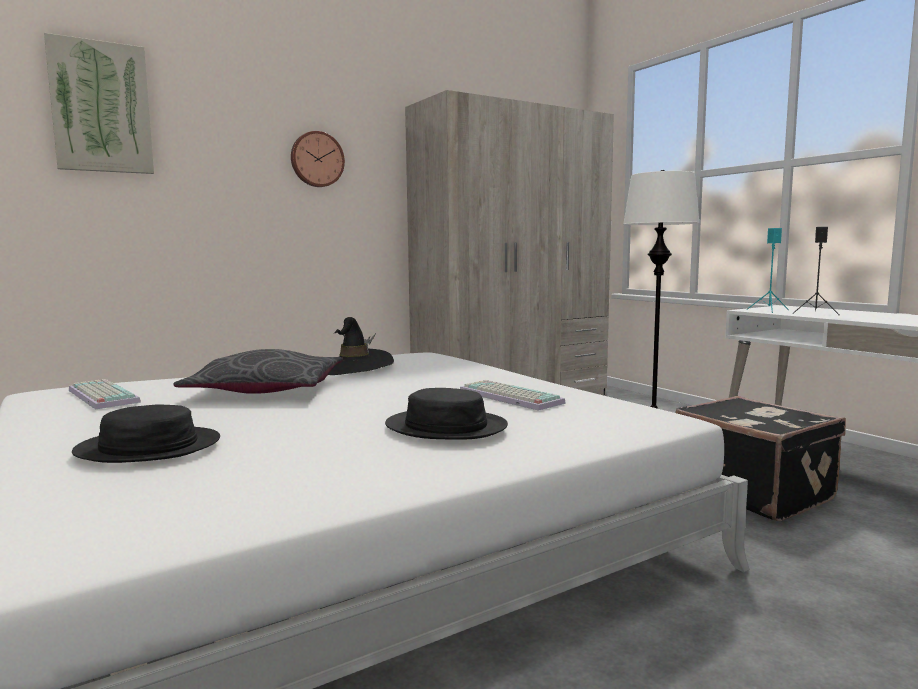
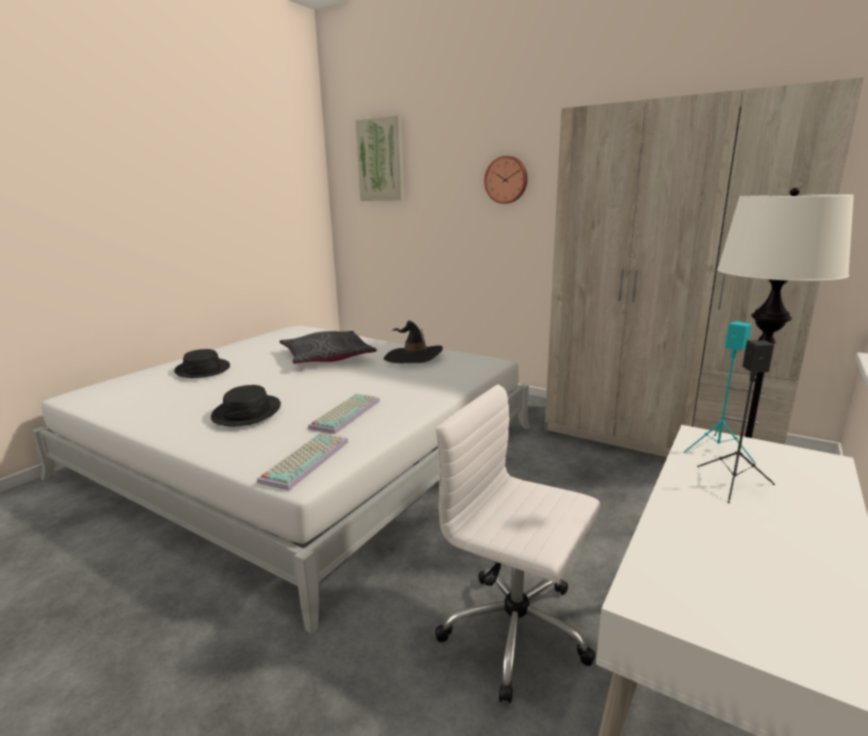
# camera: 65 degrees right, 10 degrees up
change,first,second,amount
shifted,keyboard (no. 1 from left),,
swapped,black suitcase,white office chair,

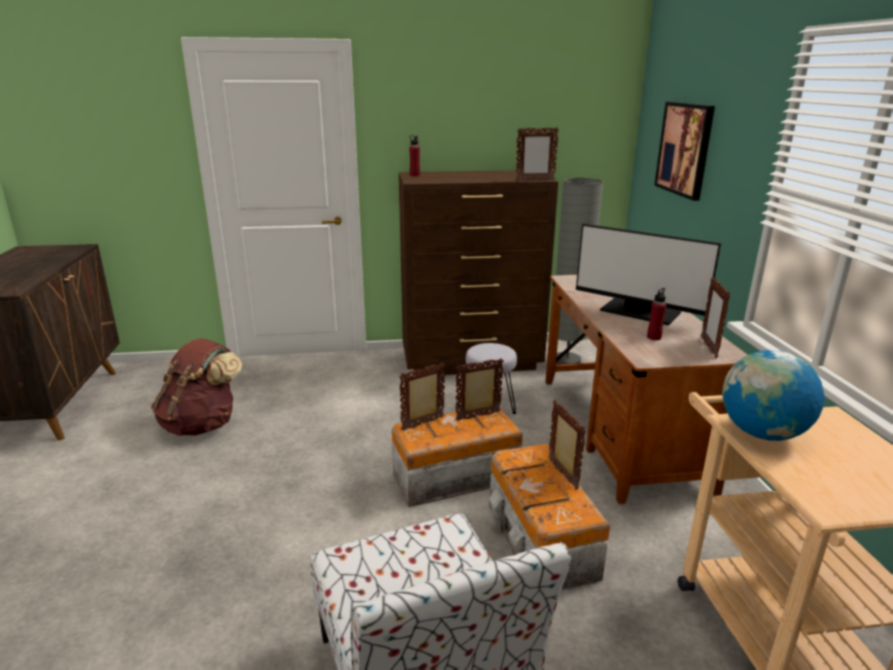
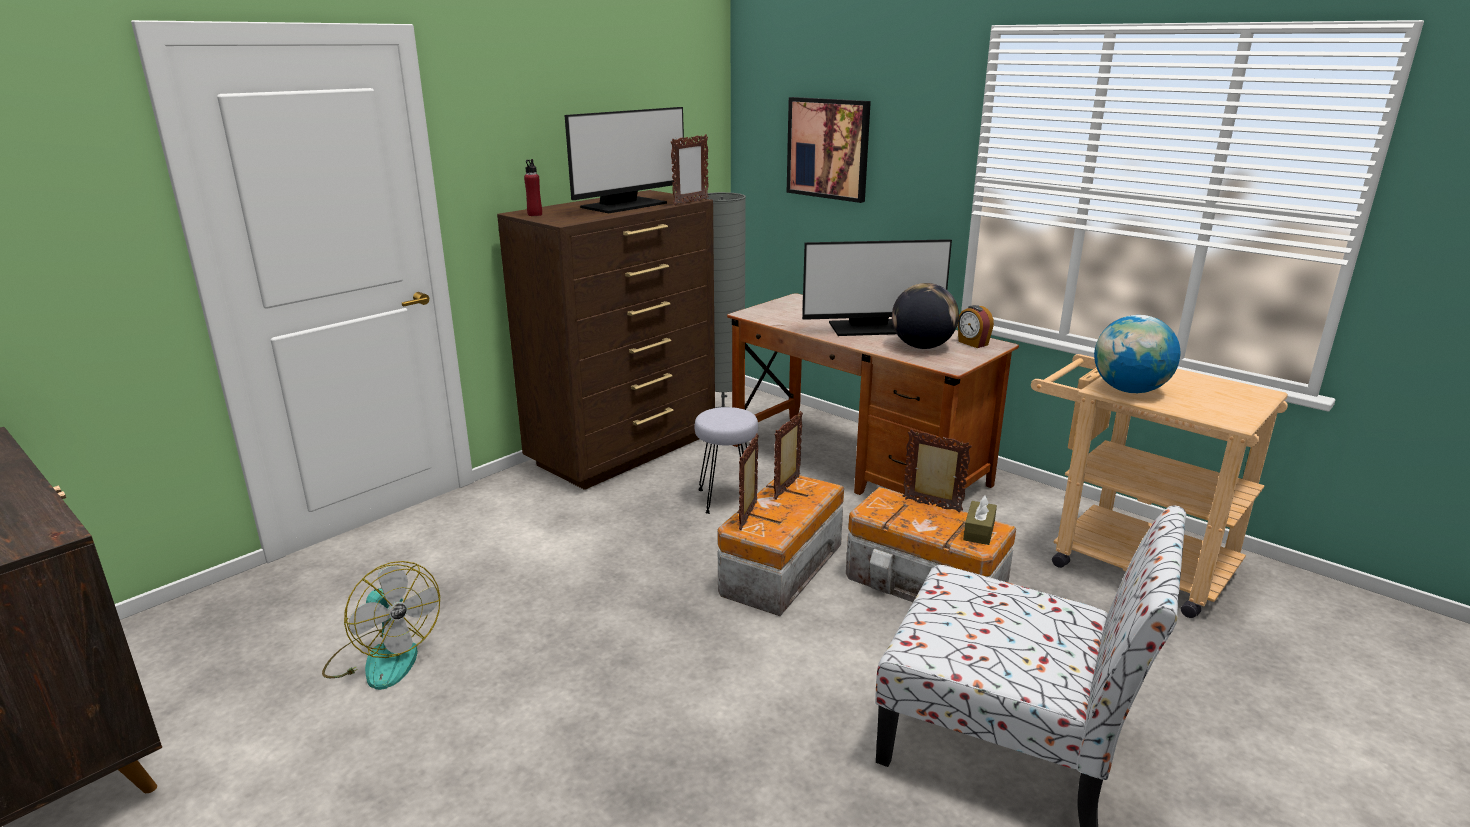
# camera: 40 degrees left, 0 degrees up
change,first,second,amount
new,,monitor (no. 1 from left),
new,,brown tissue box,
swapped,brown backpack,fan,
swapped,red bottle (no. 2 from left),globe (no. 1 from left),
swapped,picture frame (no. 5 from left),alarm clock,

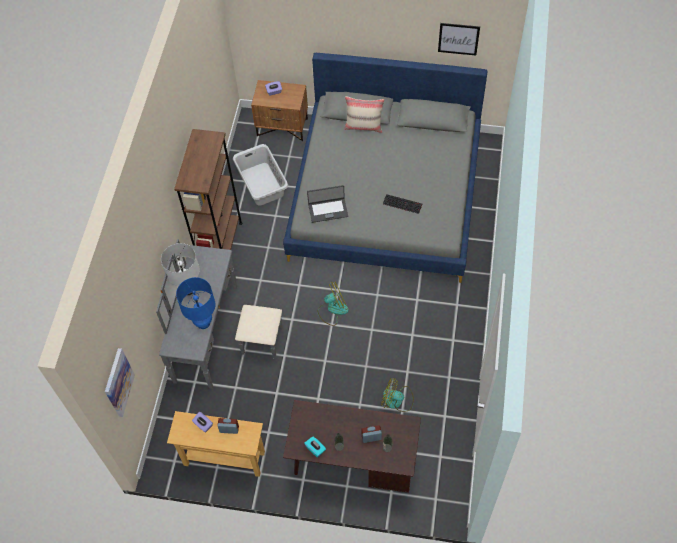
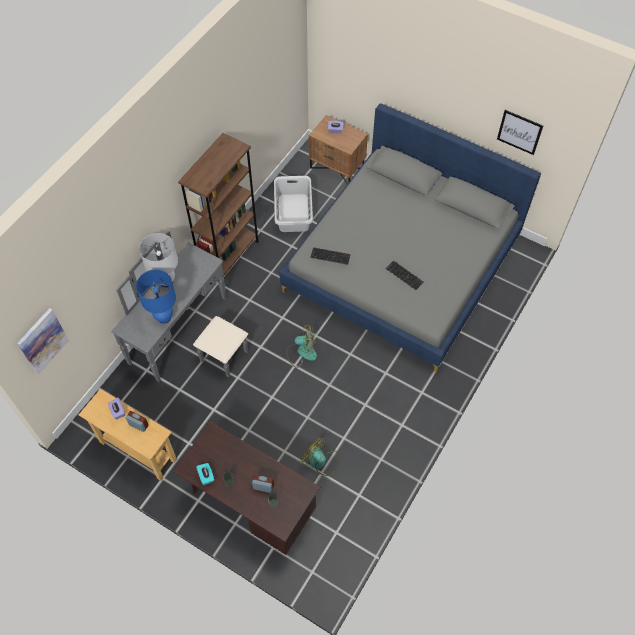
# camera: 20 degrees right, 0 degrees up
change,first,second,amount
gone,beige pillow,,
swapped,laptop,keyboard (no. 1 from left),

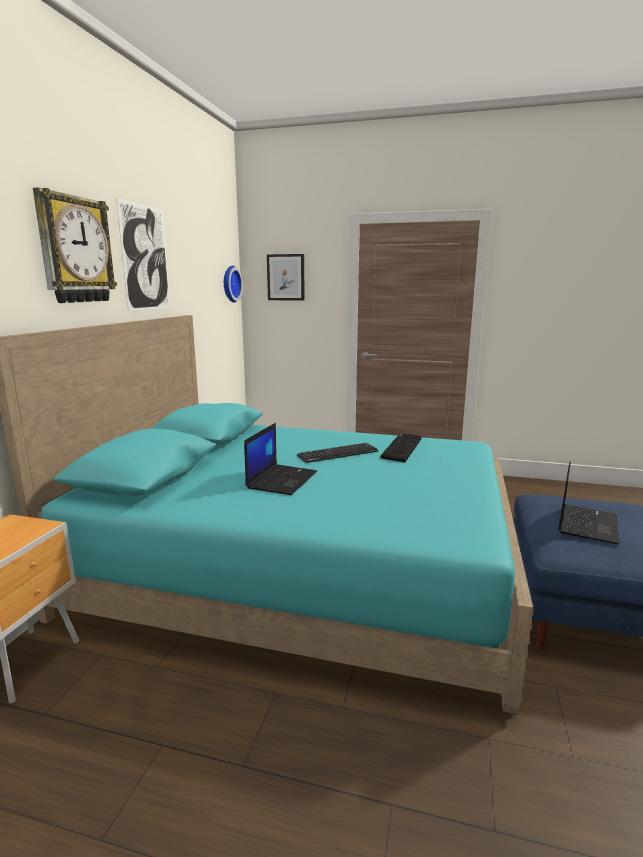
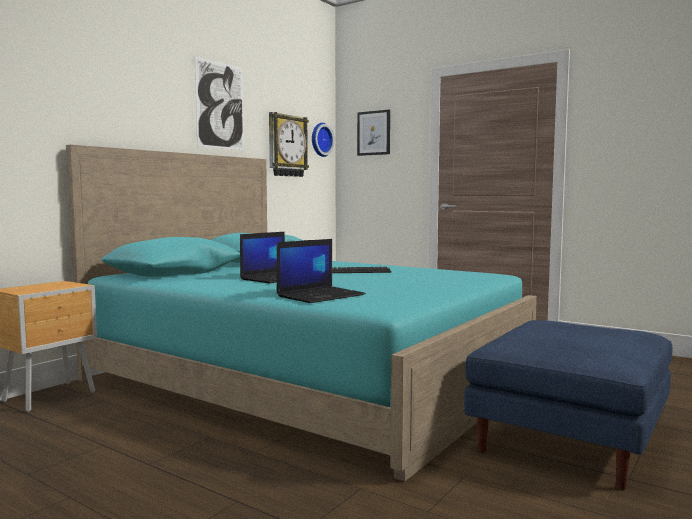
# camera: 20 degrees right, 10 degrees down
change,first,second,amount
gone,keyboard (no. 2 from left),,
shifted,wall clock (no. 1 from left),,
shifted,laptop (no. 2 from left),,

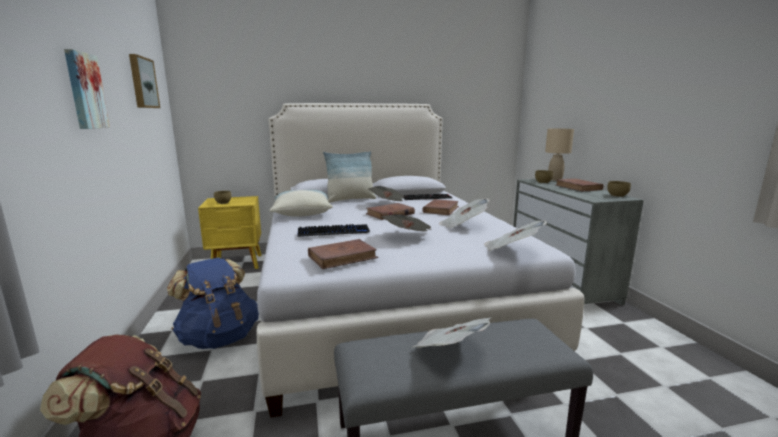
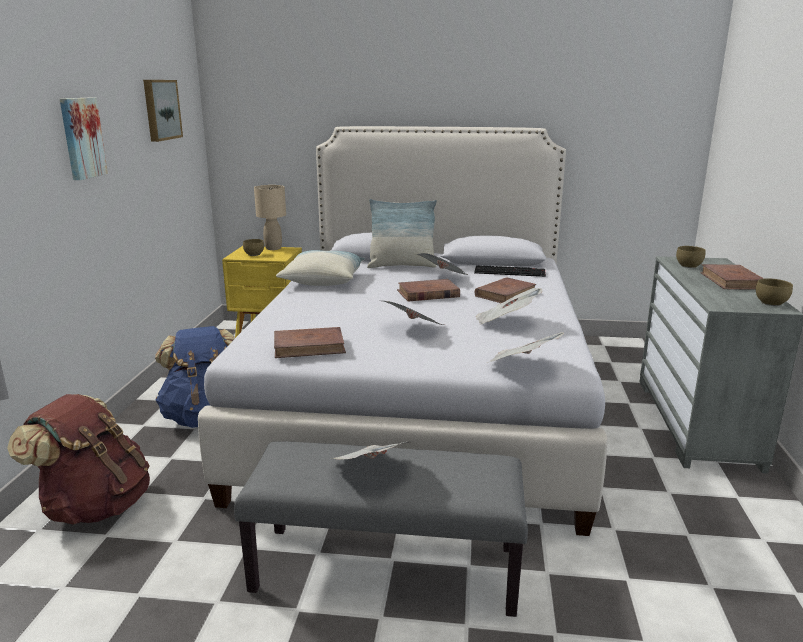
# camera: 20 degrees right, 5 degrees up
change,first,second,amount
gone,keyboard (no. 1 from left),,
shifted,beige table lamp,,

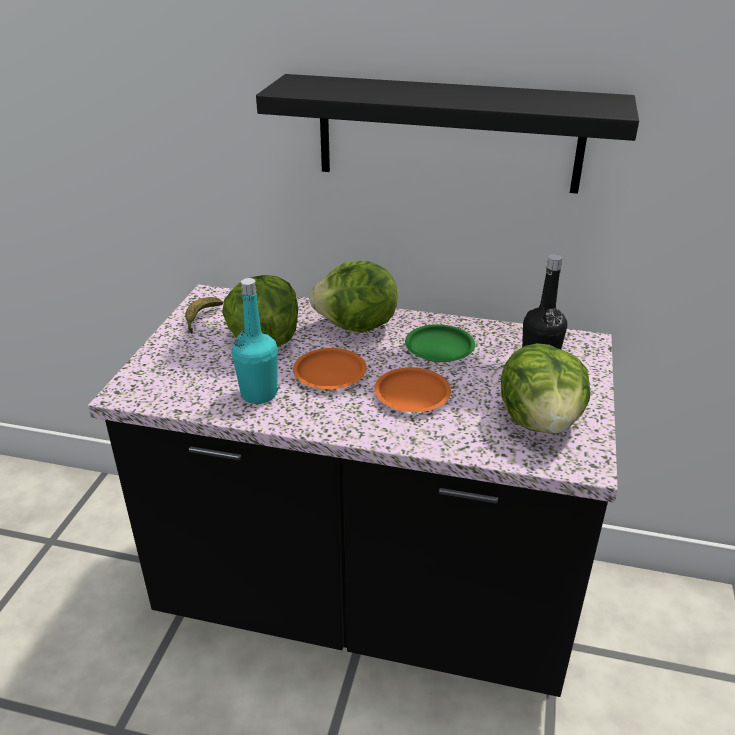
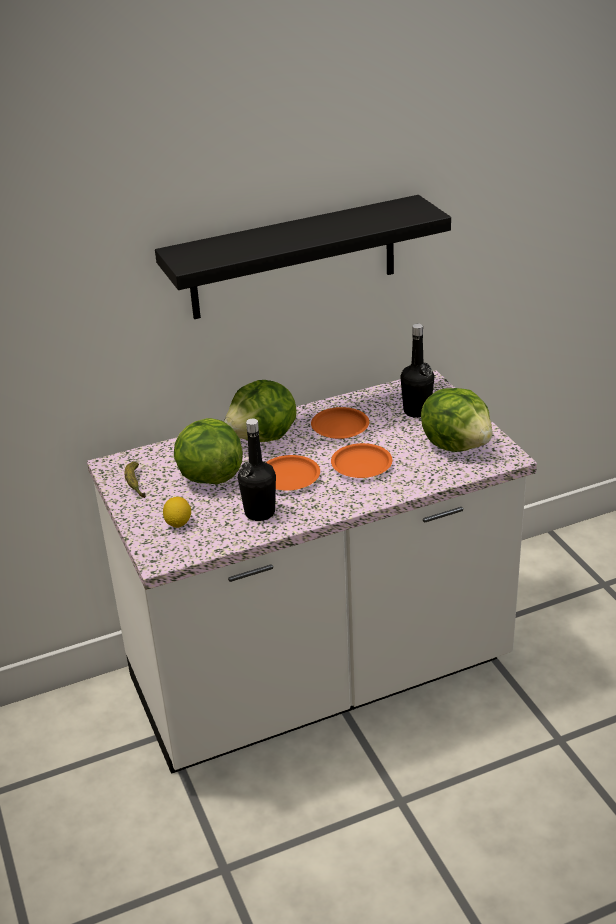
# camera: 35 degrees left, 0 degrees up
change,first,second,amount
new,,lemon,
repainted,black counter,white counter,
repainted,turquoise bottle,black bottle (no. 1 from left),
repainted,green plate,orange plate (no. 2 from left),

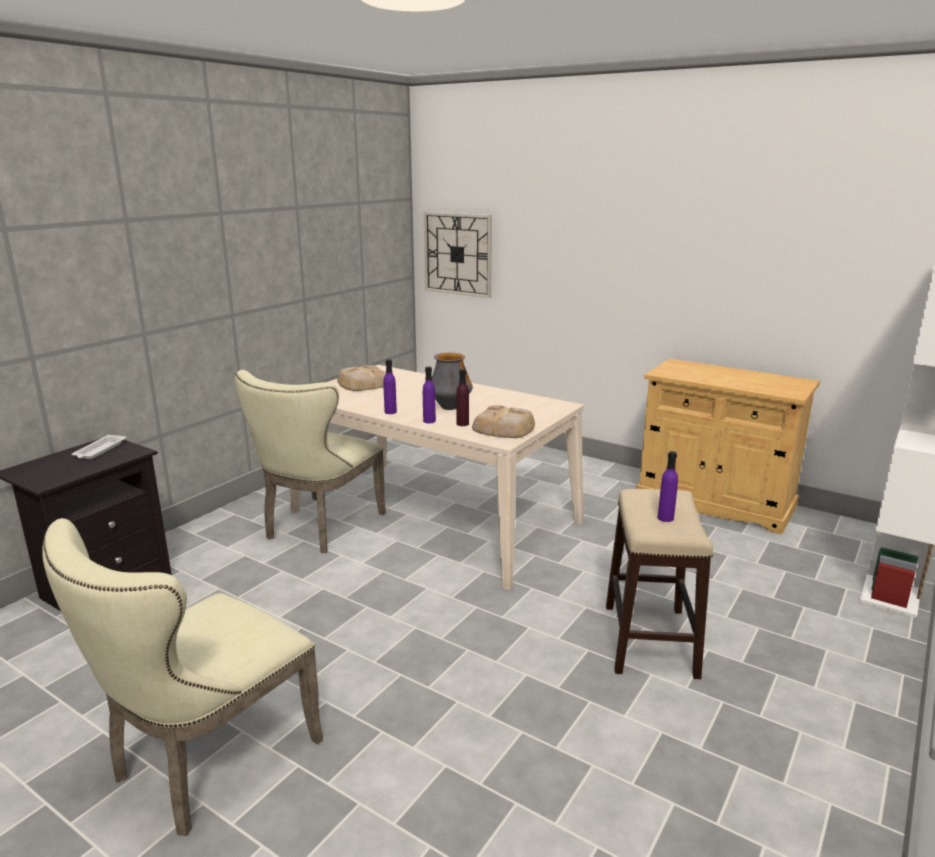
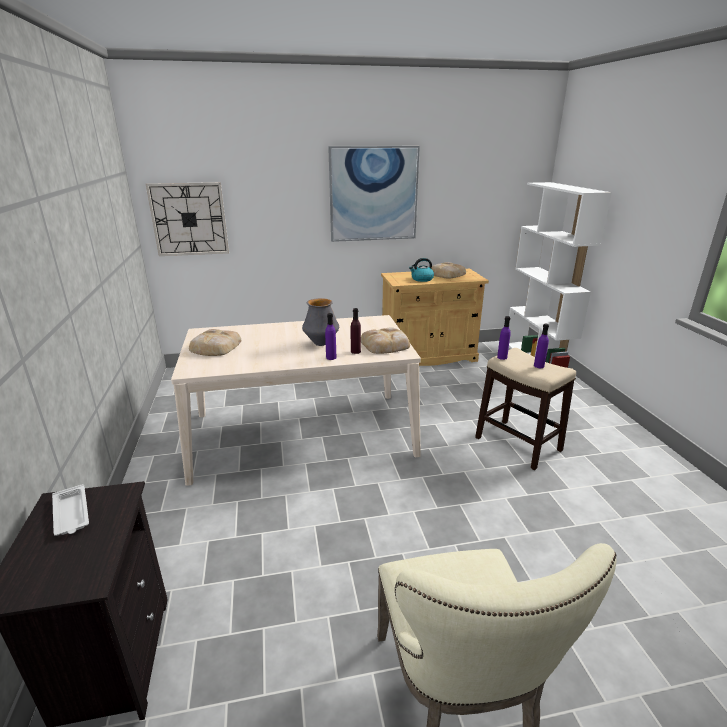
# camera: 45 degrees left, 5 degrees up
change,first,second,amount
gone,beige chair (no. 2 from left),,
new,,picture,
new,,kettle,
new,,bread (no. 3 from left),
shifted,purple bottle (no. 1 from left in the first image),purple bottle (no. 3 from left),

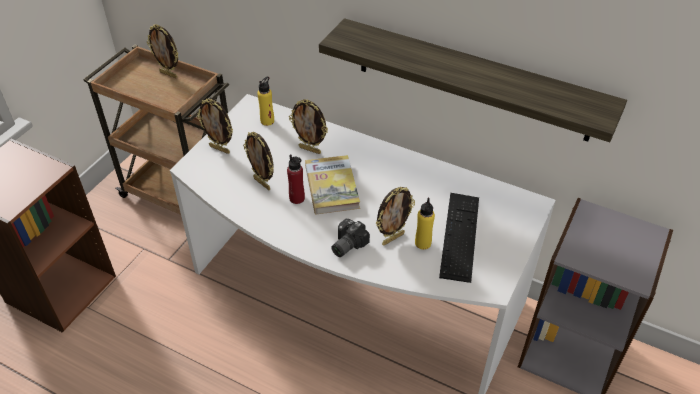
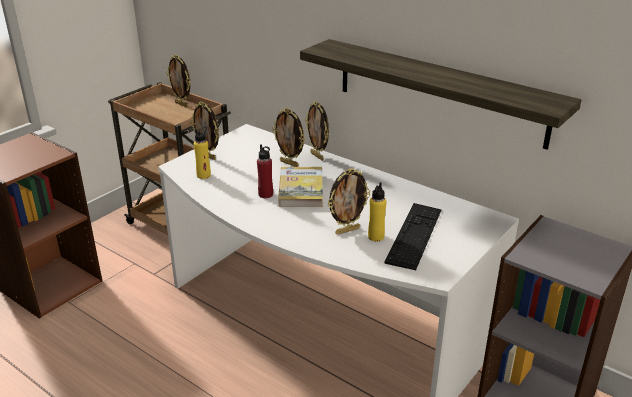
# camera: 10 degrees right, 15 degrees down
change,first,second,amount
gone,photo camera,,
shifted,picture frame (no. 3 from left in the first image),picture frame (no. 4 from left),
shifted,yellow bottle (no. 1 from left),,

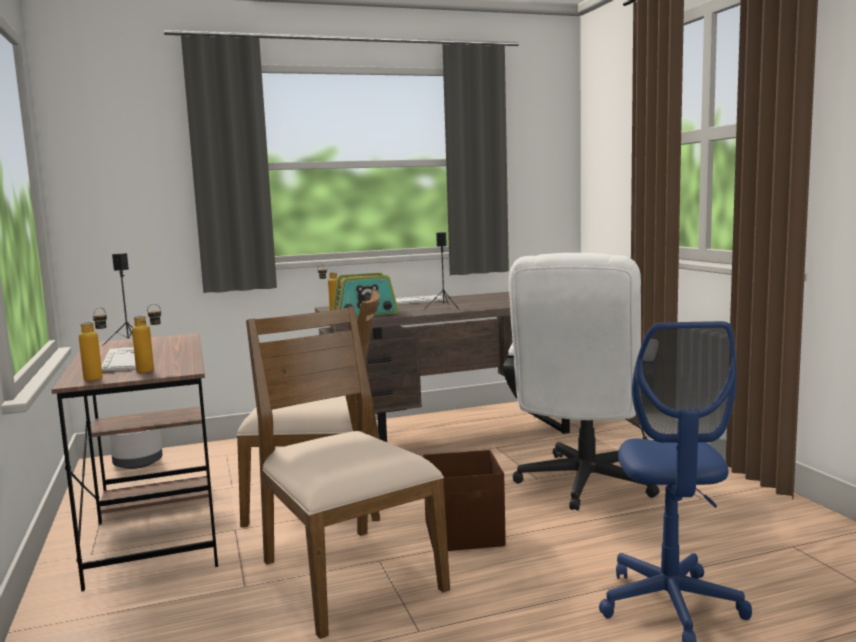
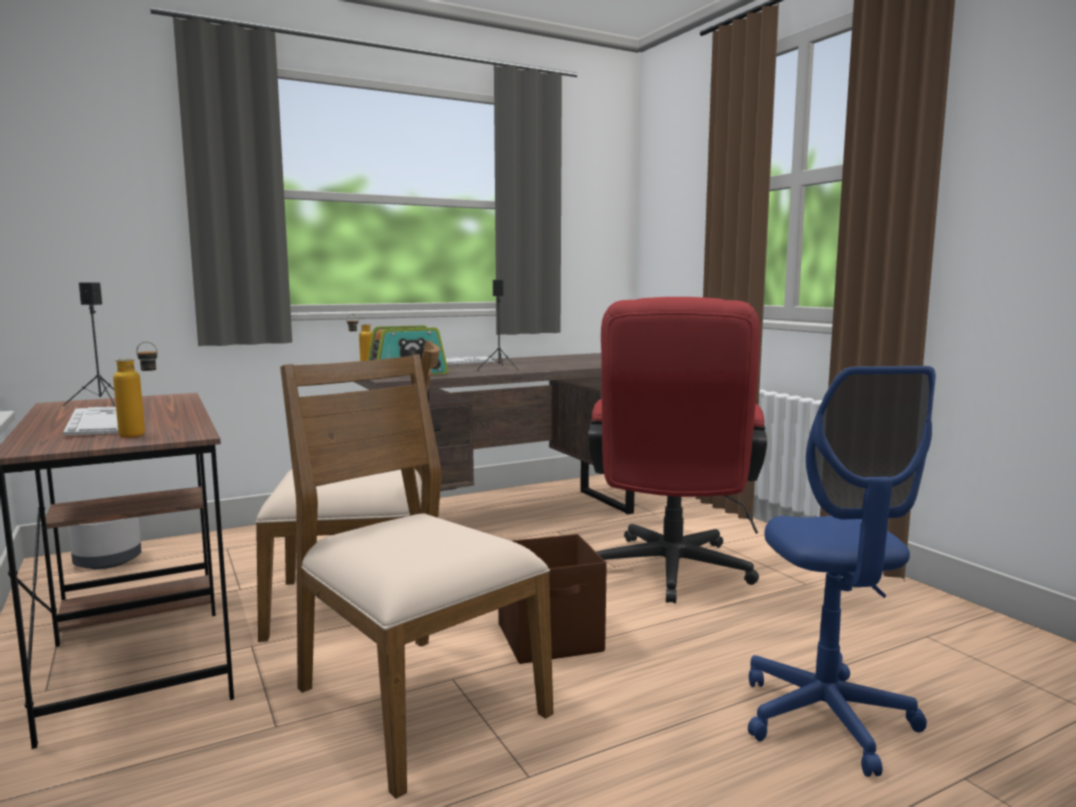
# camera: 10 degrees left, 0 degrees up
change,first,second,amount
gone,bottle (no. 1 from left),,
repainted,white office chair,red office chair,

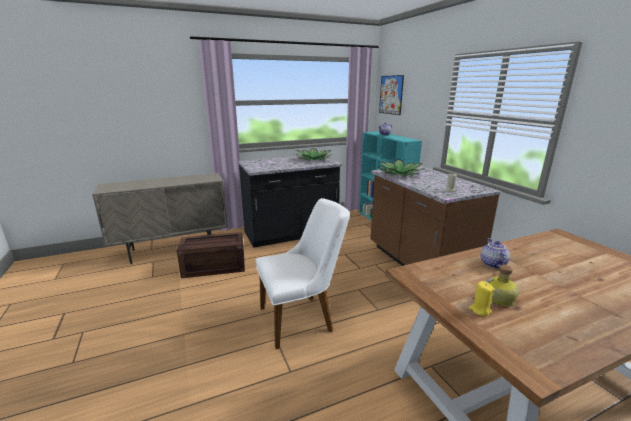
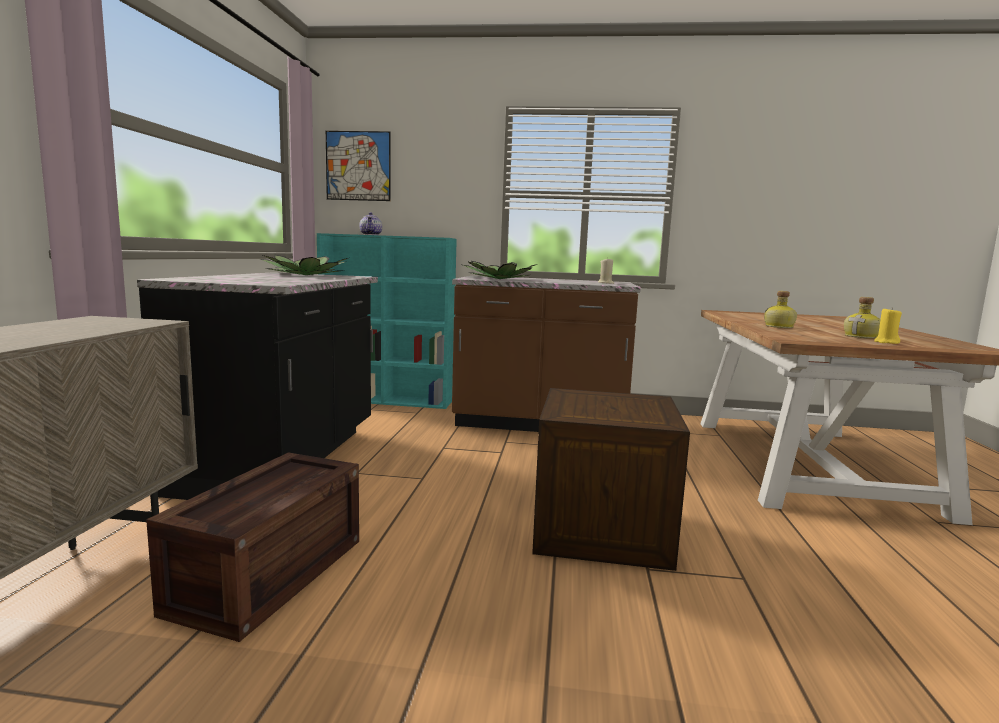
# camera: 60 degrees left, 10 degrees down
change,first,second,amount
swapped,white chair,crate (no. 2 from left),
swapped,teapot (no. 2 from left),bottle (no. 1 from left),

